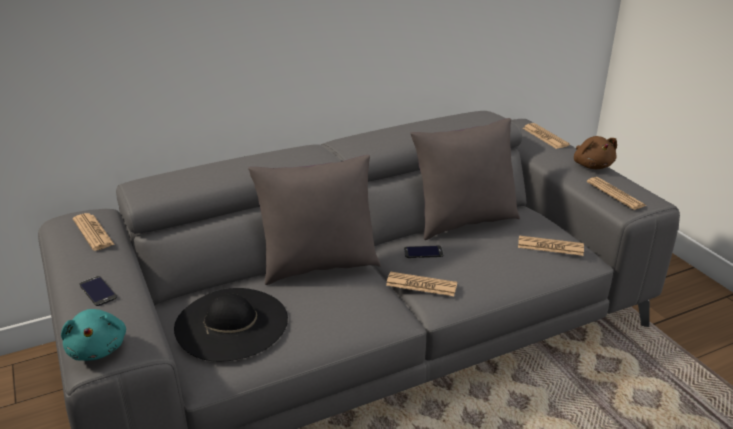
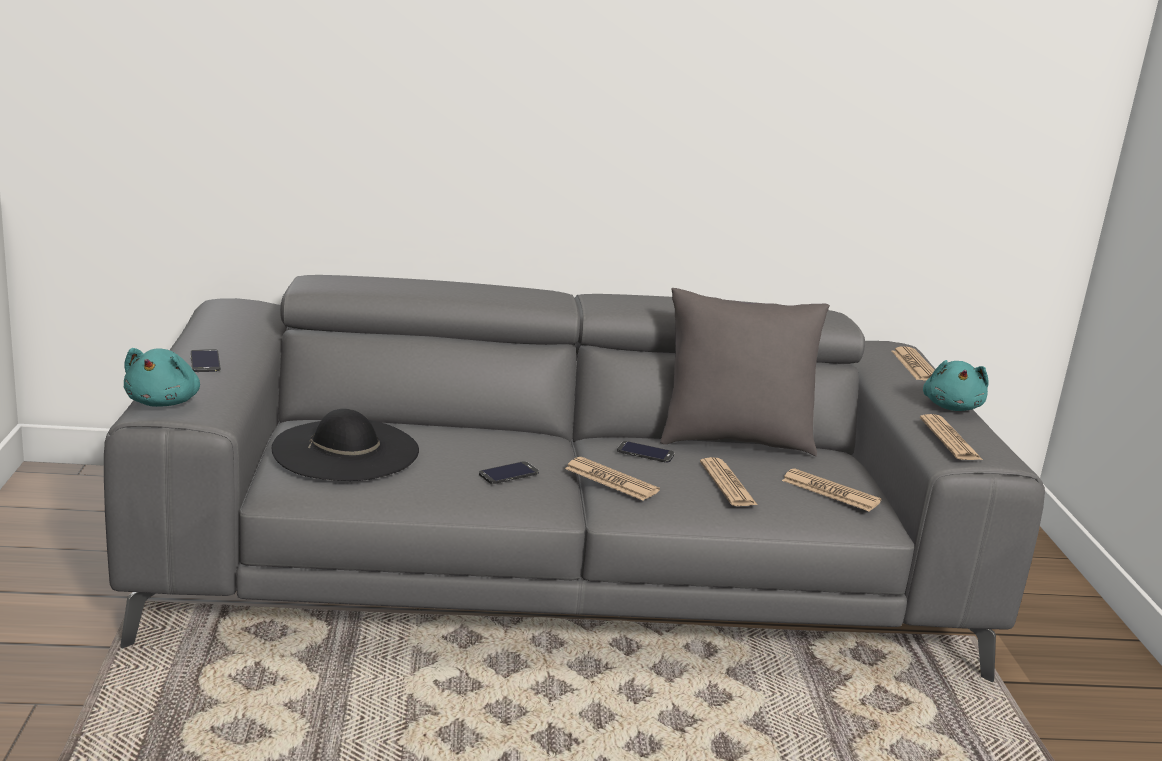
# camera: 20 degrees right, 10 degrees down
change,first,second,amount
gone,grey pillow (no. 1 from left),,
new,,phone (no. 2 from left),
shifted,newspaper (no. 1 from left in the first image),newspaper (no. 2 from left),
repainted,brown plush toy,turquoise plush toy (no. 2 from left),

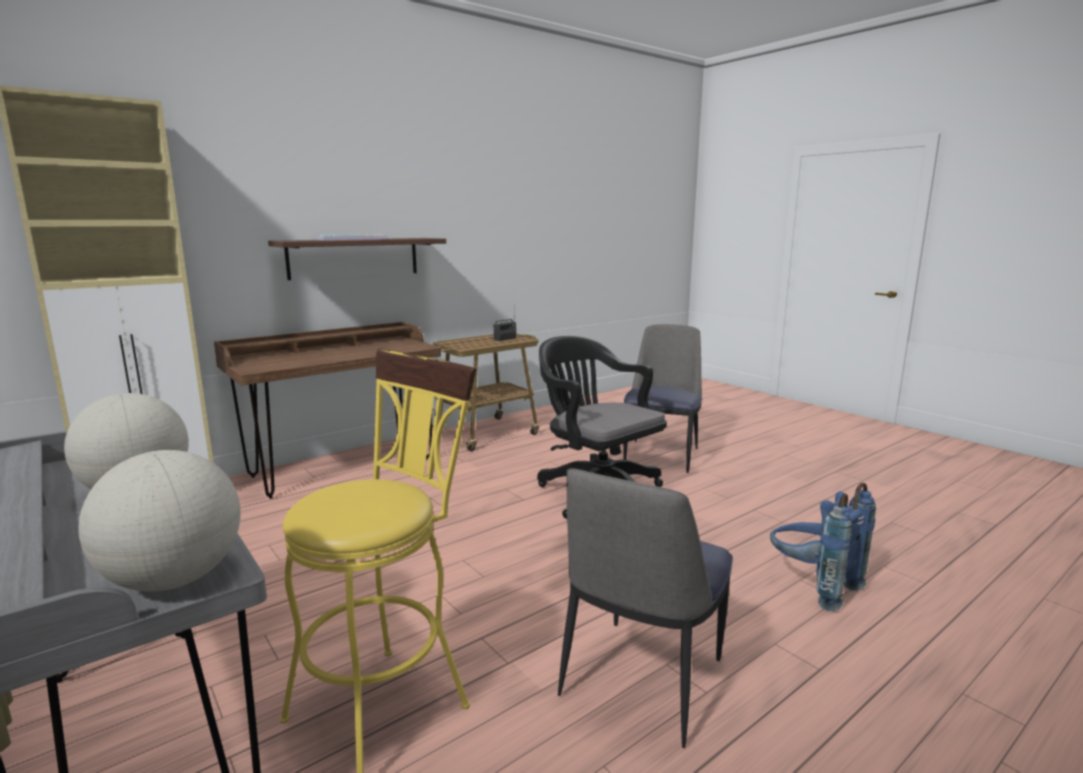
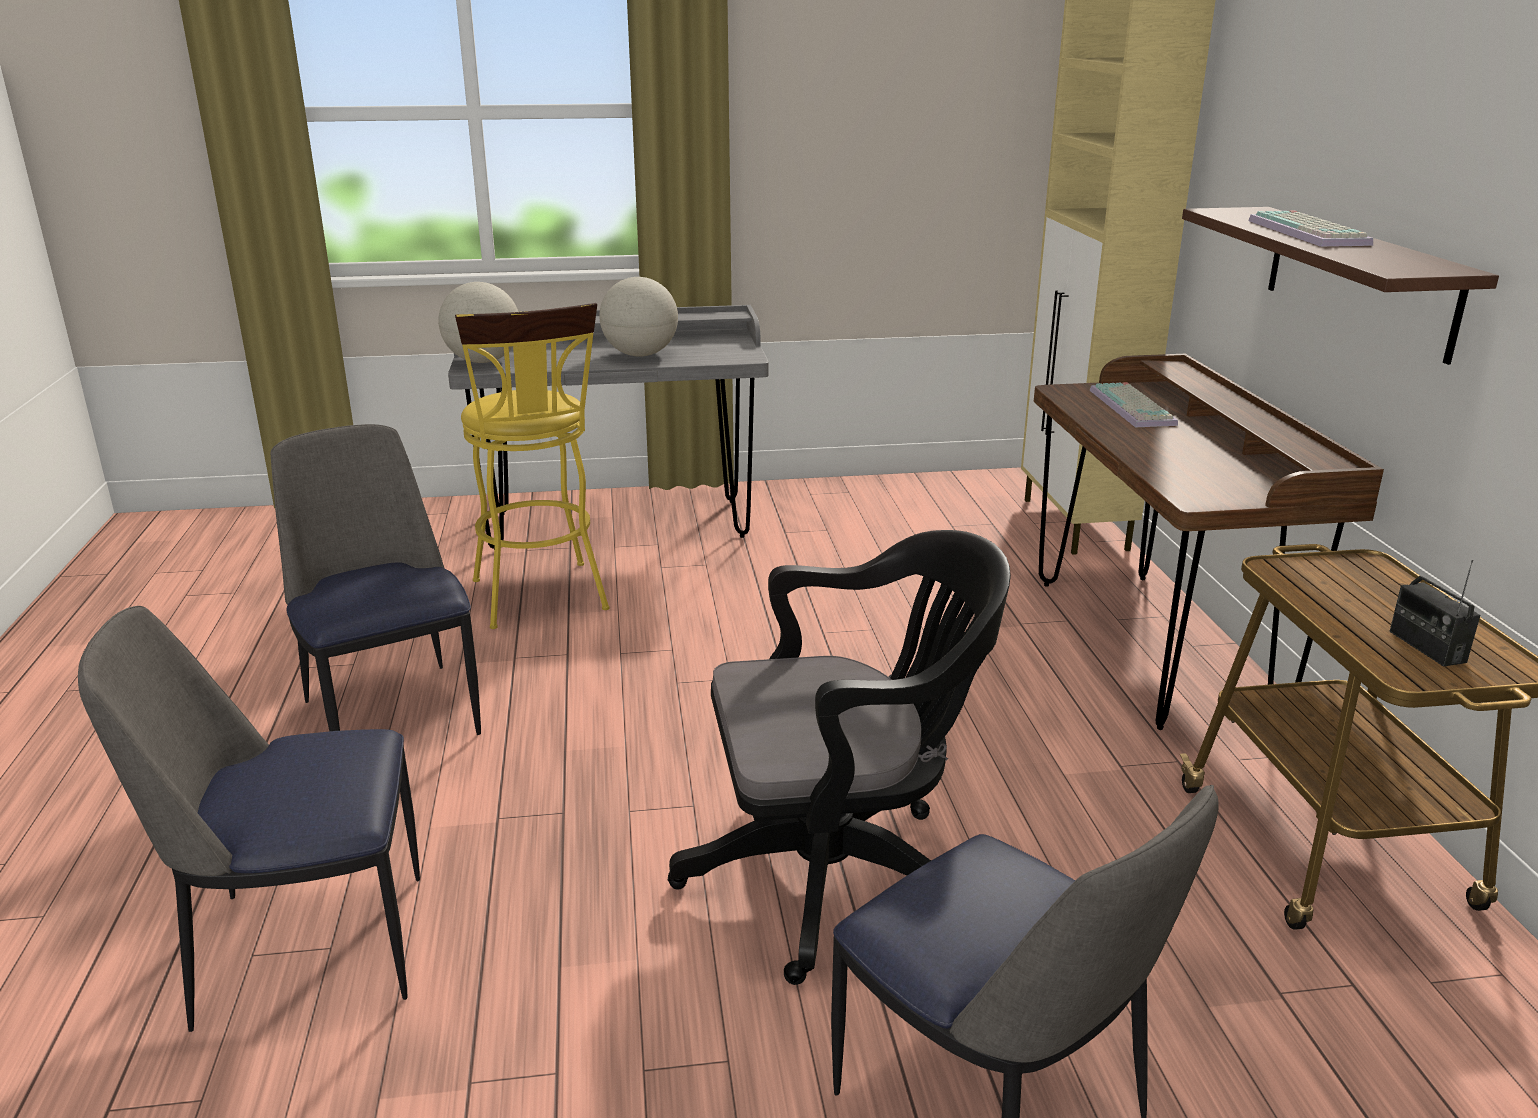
# camera: 120 degrees right, 10 degrees up
change,first,second,amount
new,,keyboard (no. 1 from left),
swapped,blue backpack,chair (no. 1 from left),

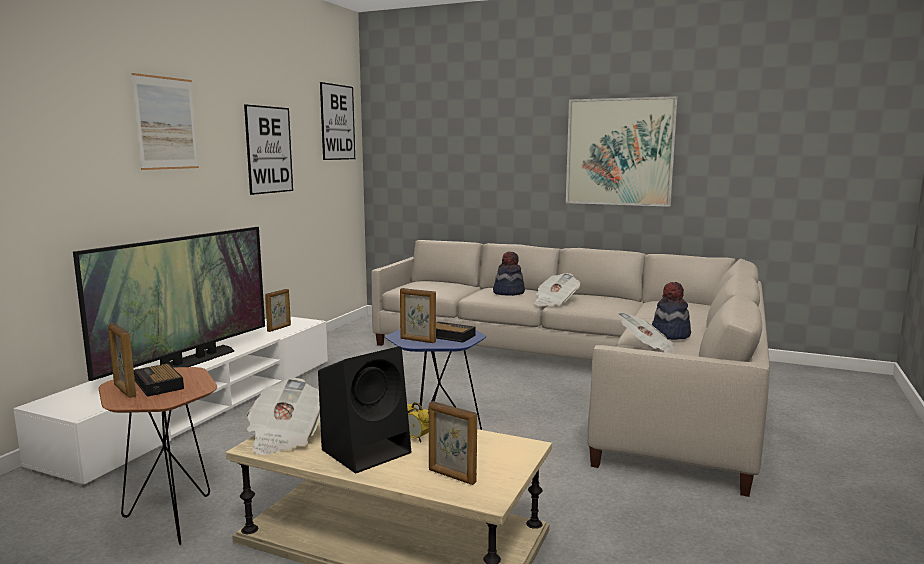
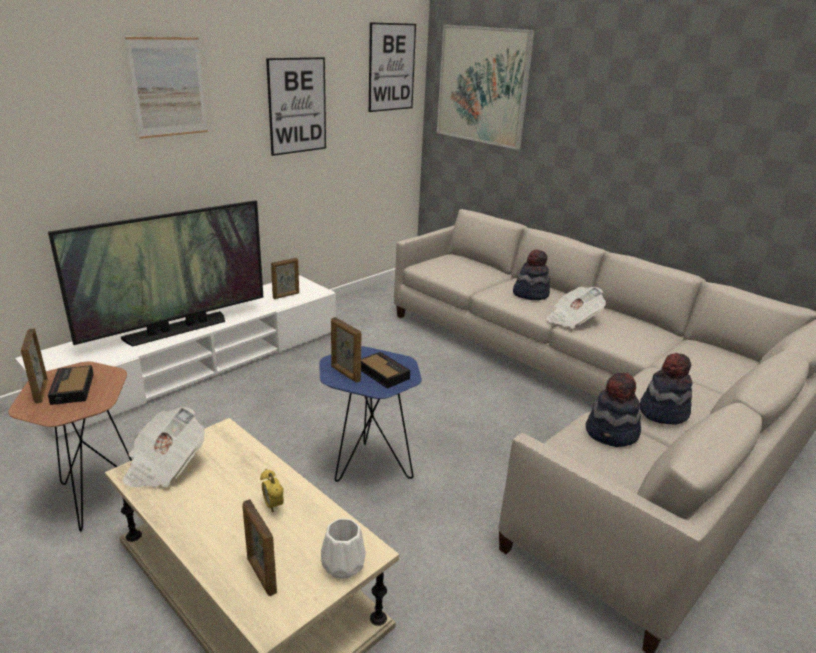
# camera: 20 degrees right, 15 degrees up
change,first,second,amount
gone,black speaker,,
new,,white vase,
shifted,picture (no. 4 from left),,
swapped,newspaper (no. 3 from left),hat (no. 2 from left),

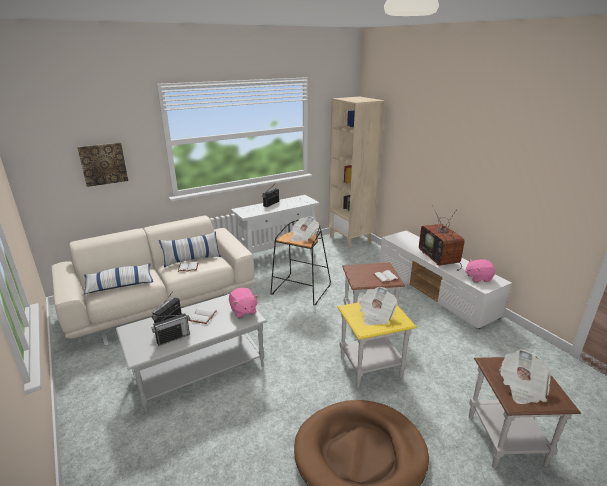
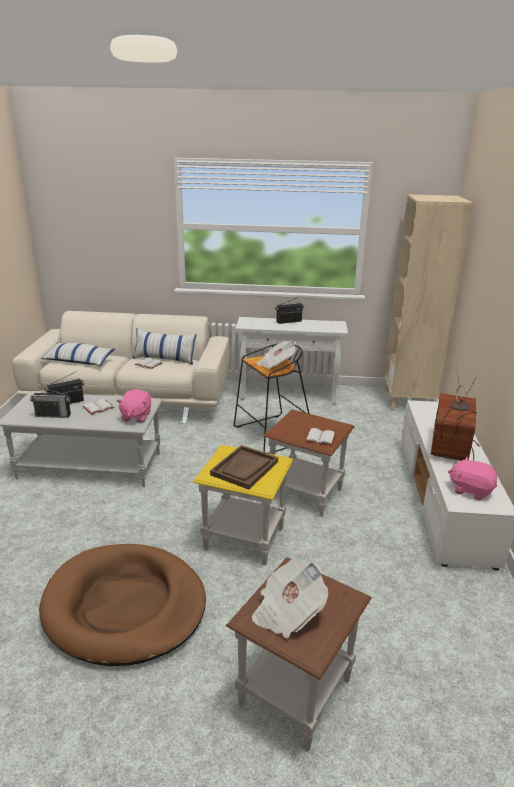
# camera: 35 degrees right, 0 degrees up
change,first,second,amount
gone,picture,,
swapped,newspaper (no. 2 from left),brown tray,

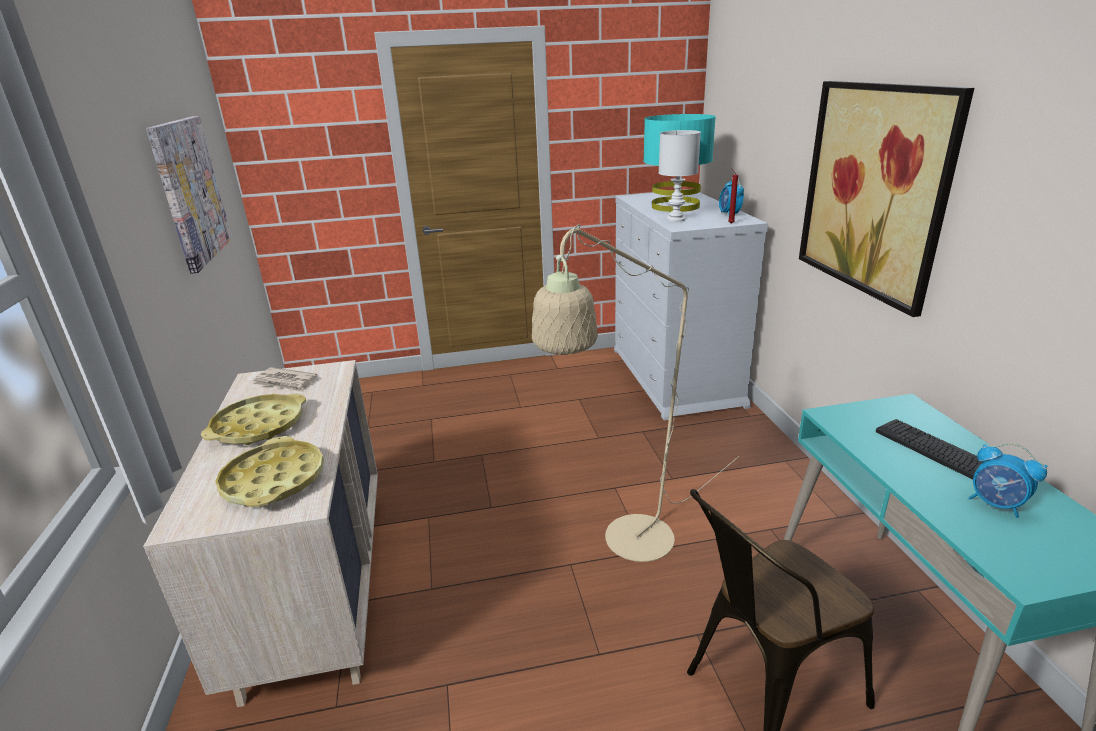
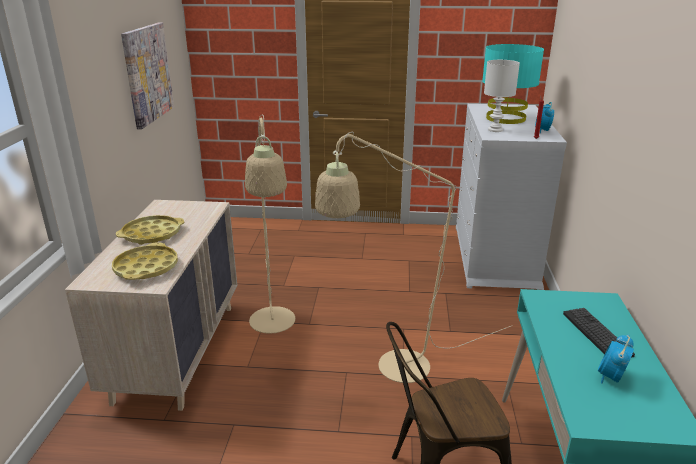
# camera: 15 degrees right, 0 degrees up
change,first,second,amount
gone,newspaper,,
gone,picture (no. 2 from left),,
new,,beige floor lamp (no. 1 from left),
rotated,alarm clock (no. 2 from left),,60 degrees clockwise

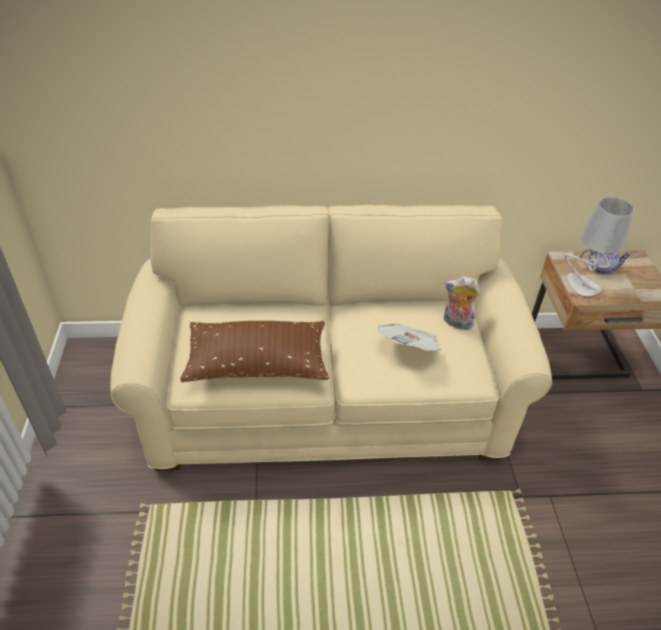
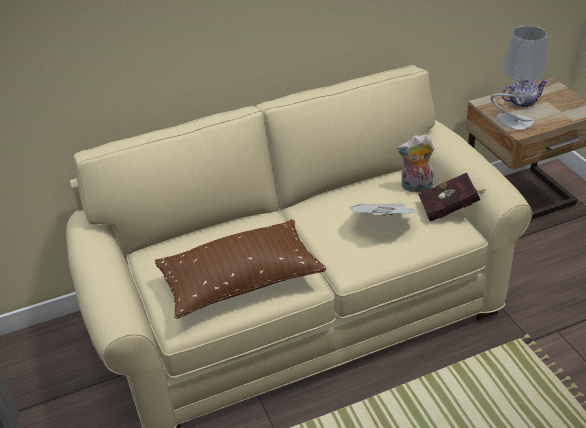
# camera: 15 degrees left, 5 degrees down
change,first,second,amount
new,,red book,

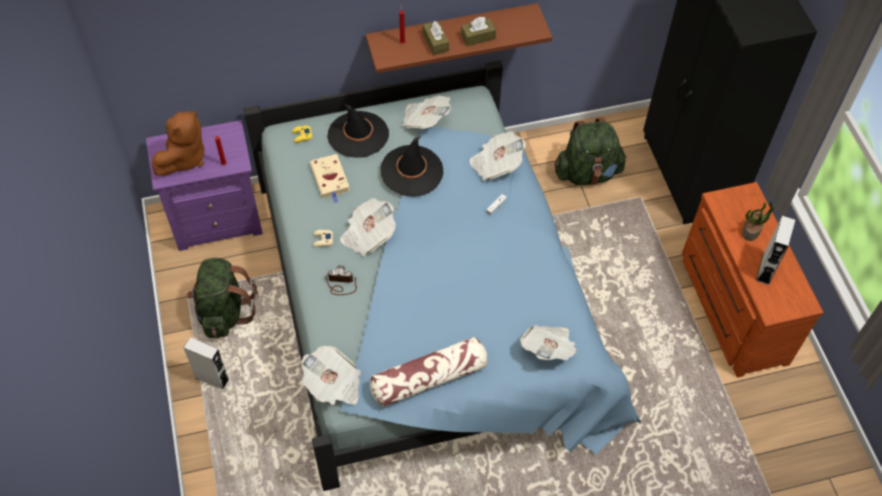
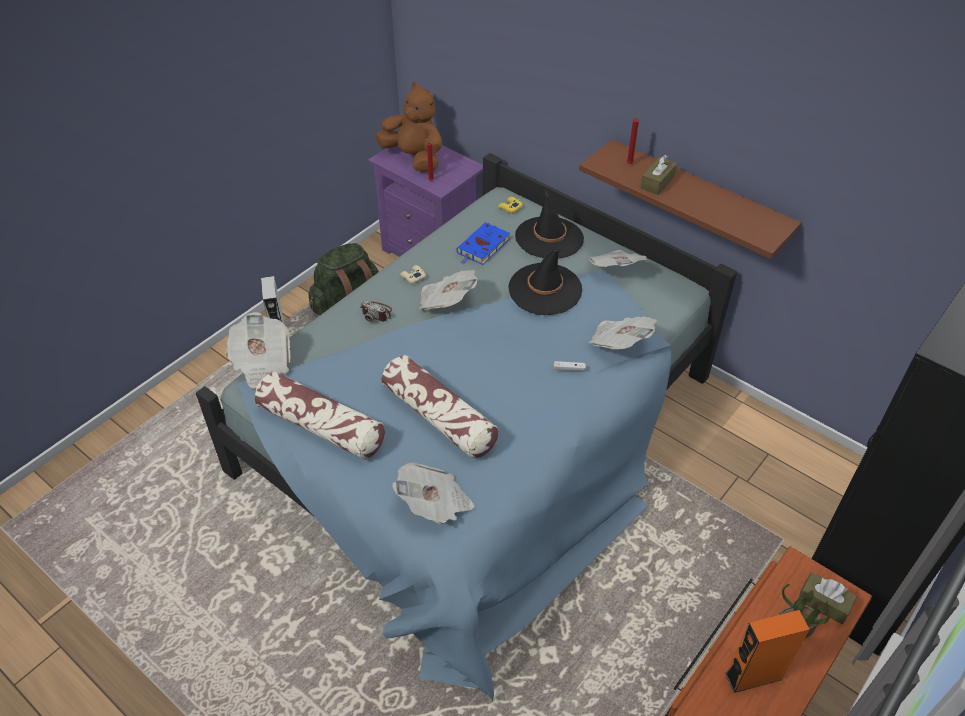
# camera: 55 degrees right, 10 degrees down
change,first,second,amount
gone,green backpack (no. 2 from left),,
new,,pillow (no. 2 from left),
shifted,brown tissue box (no. 2 from left),,
repainted,beige book,blue book,
repainted,grey speaker (no. 2 from left),orange speaker,
rotated,brown plush toy,,135 degrees counterclockwise
rotated,photo camera,,150 degrees clockwise

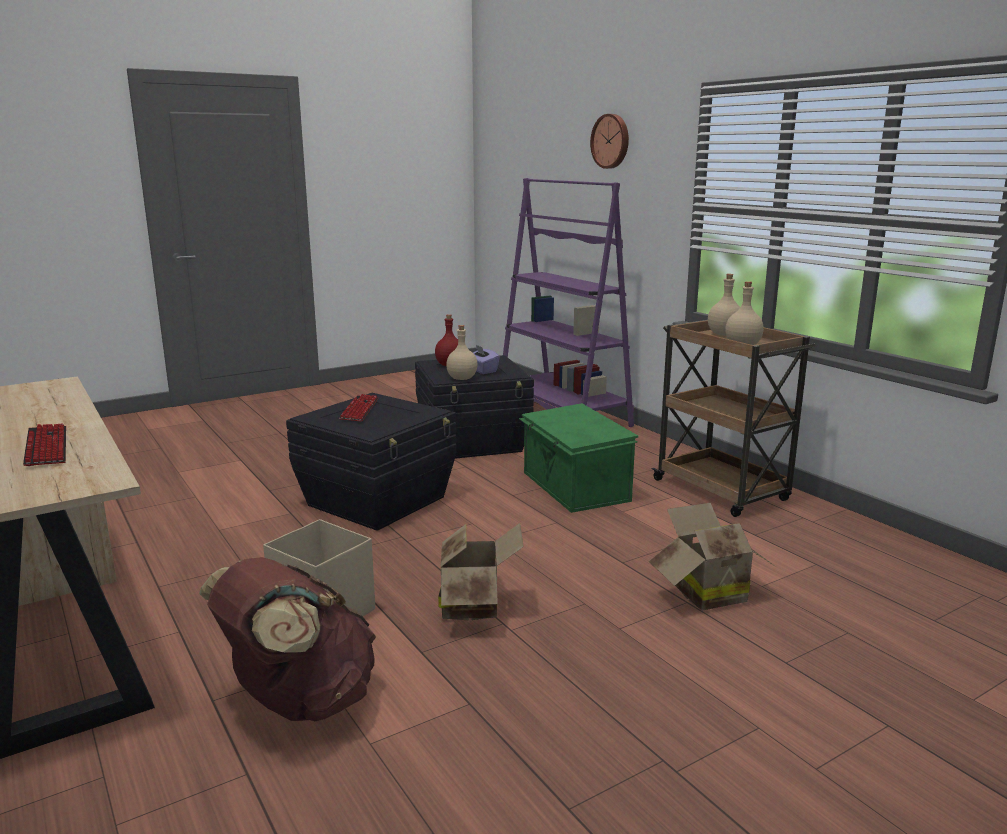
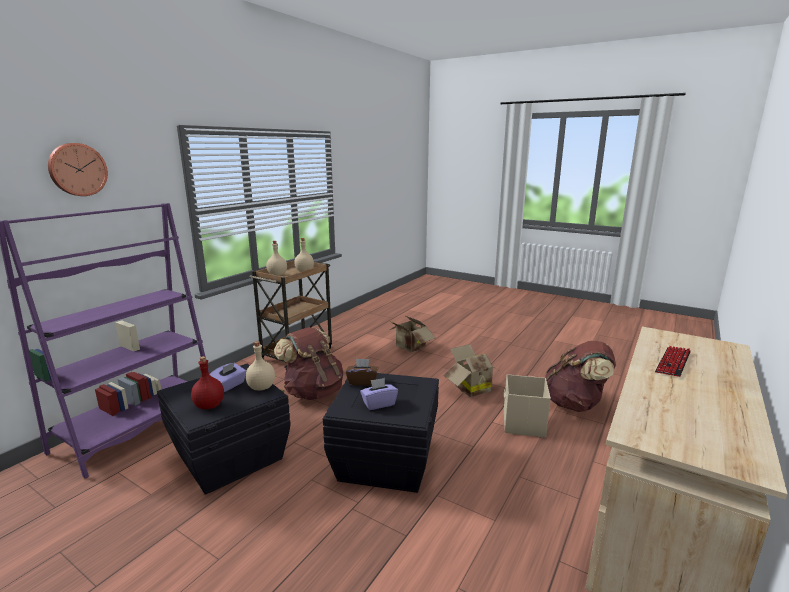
# camera: 115 degrees left, 0 degrees up
change,first,second,amount
new,,brown tissue box,
swapped,keyboard (no. 2 from left),purple tissue box (no. 2 from left),
swapped,green storage box,brown backpack (no. 1 from left),

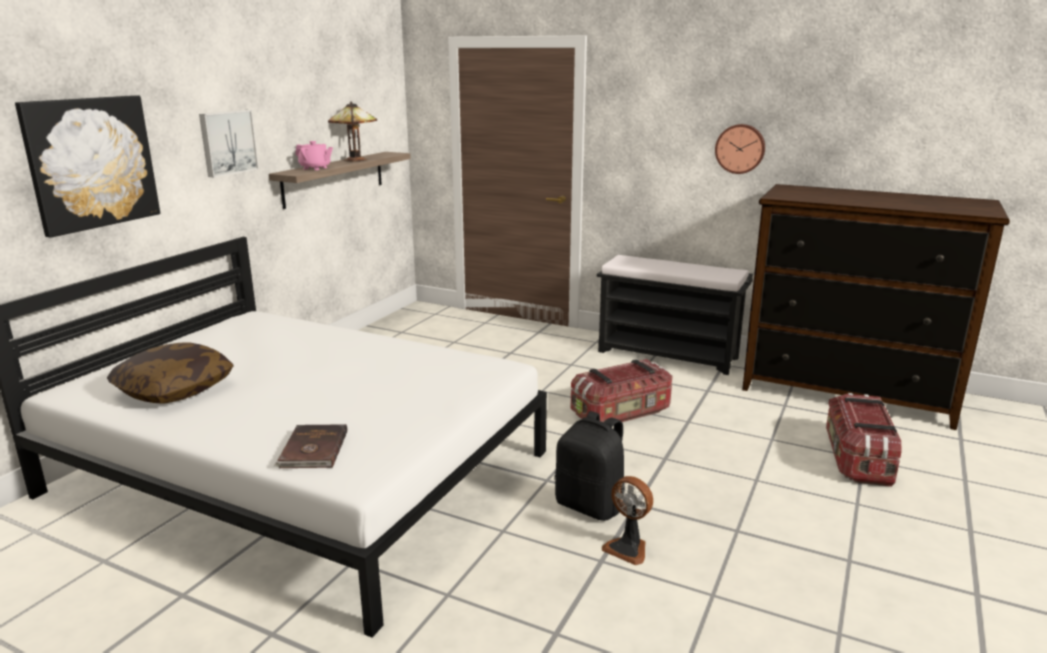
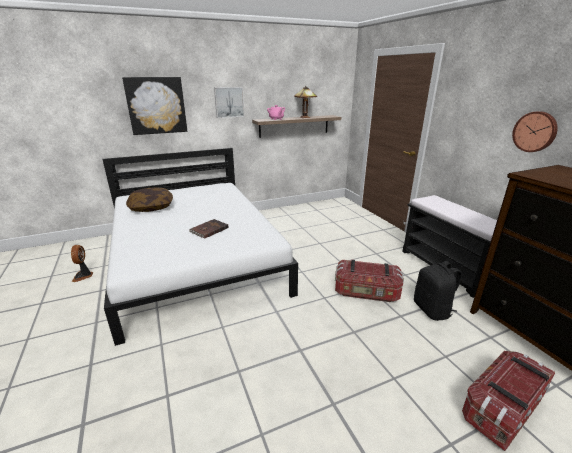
# camera: 40 degrees right, 5 degrees up
change,first,second,amount
shifted,brown book,,
shifted,black backpack,,
shifted,fan,,

